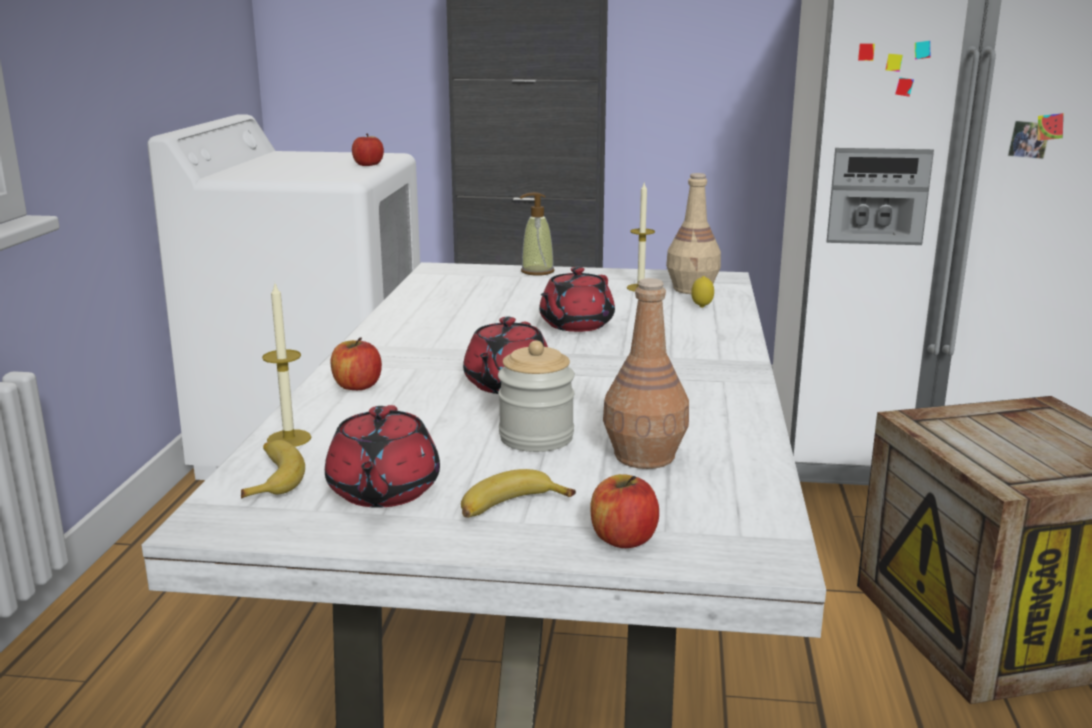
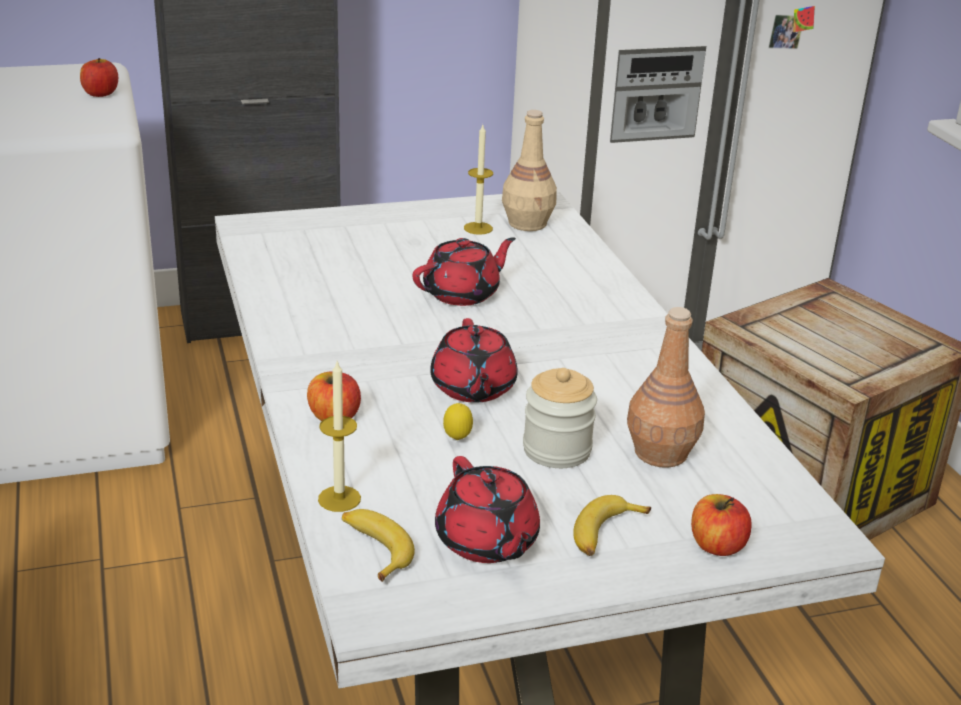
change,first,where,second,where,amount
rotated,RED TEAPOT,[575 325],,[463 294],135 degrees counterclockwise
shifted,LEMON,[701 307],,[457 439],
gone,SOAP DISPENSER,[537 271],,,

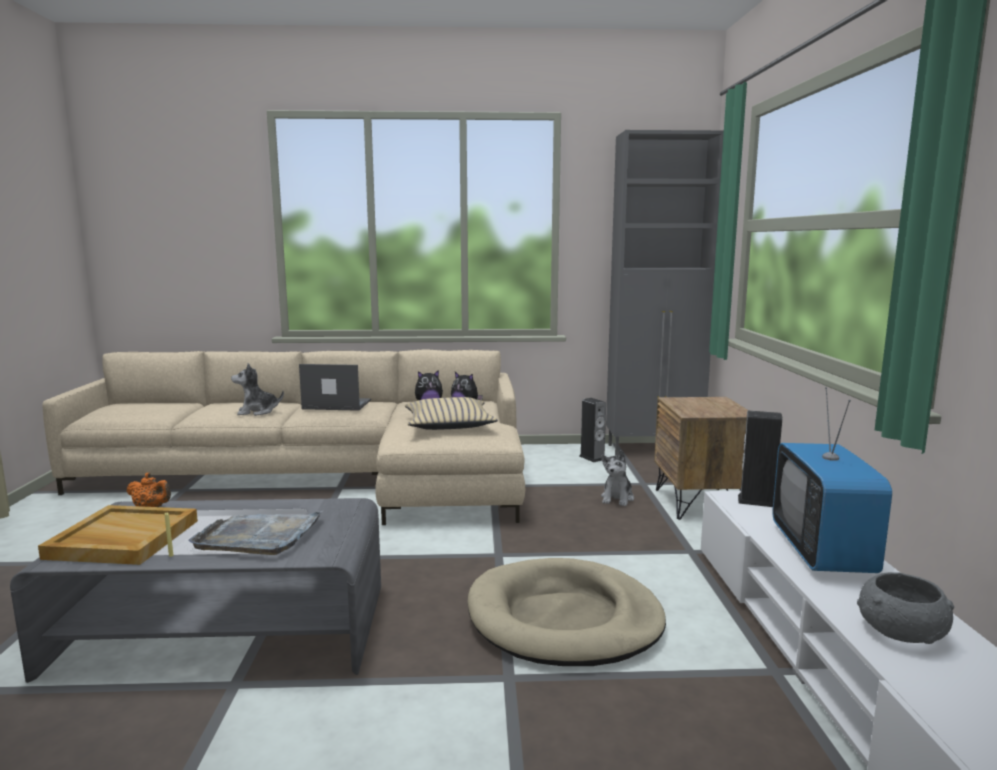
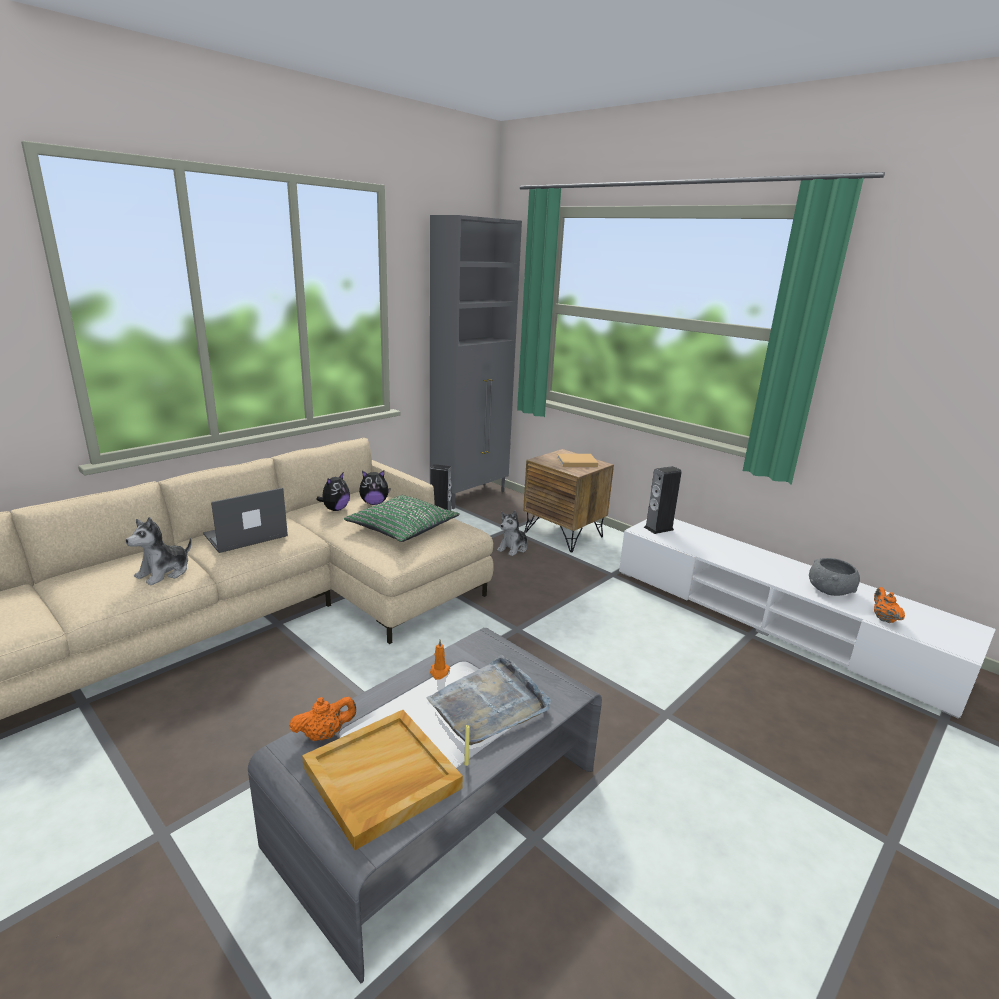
change,first,where,second,where,amount
repainted,BEIGE PILLOW,[449 424],GREEN PILLOW,[402 527],
new,,,ORANGE CANDLE,[439 672],
rotated,PLUSH TOY,[617 498],,[513 548],60 degrees clockwise
new,,,BEIGE BOOK,[575 462],
new,,,ORANGE TEAPOT,[883 618],
gone,BEIGE DOG BED,[564 619],,,
gone,TELEVISION,[822 551],,,

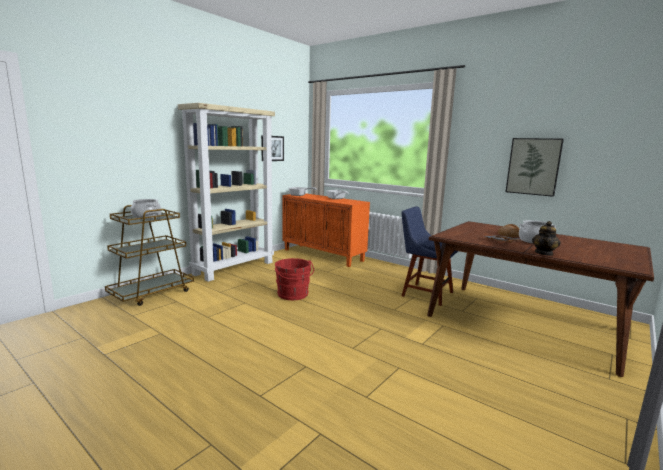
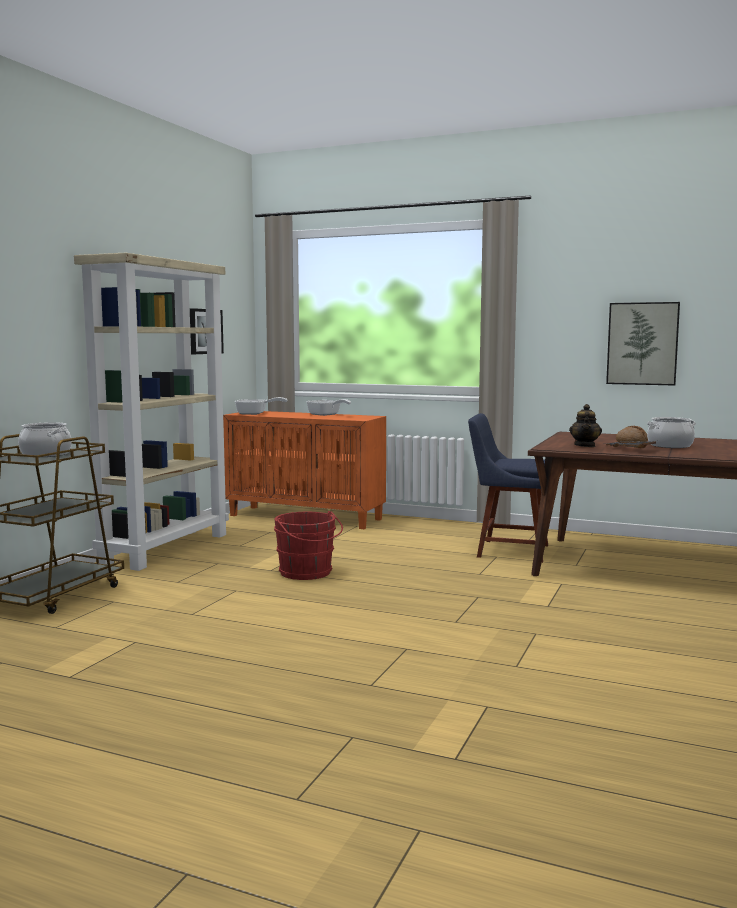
change,first,where,second,where,amount
shifted,TEAPOT,[544 253],,[585 445],

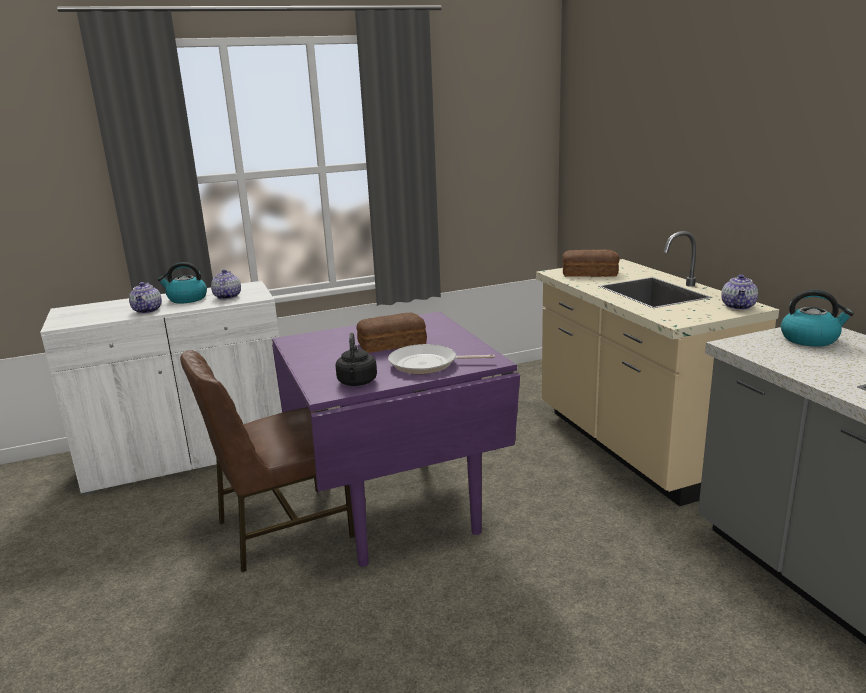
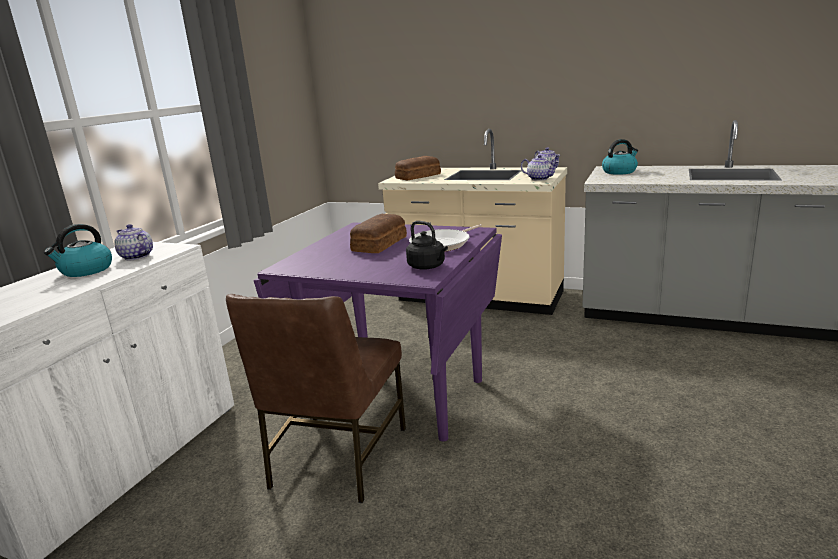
change,first,where,second,where,amount
shifted,TEAPOT,[148 310],,[540 179],

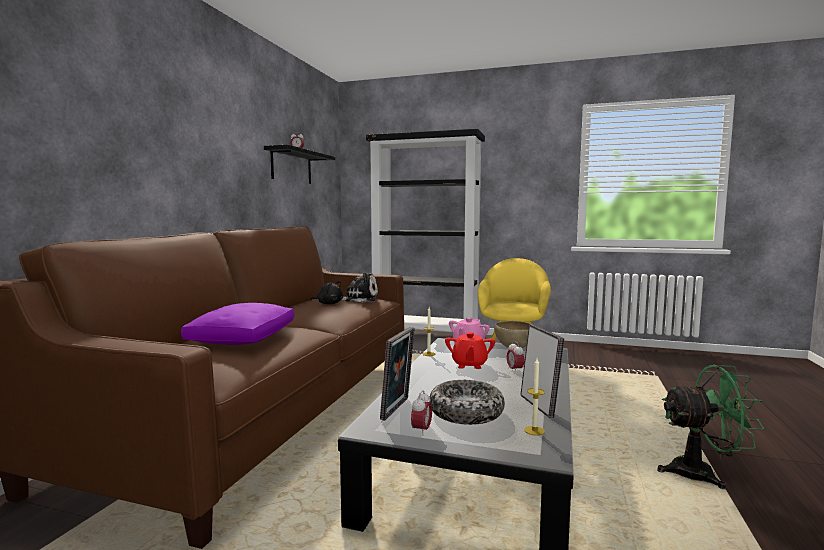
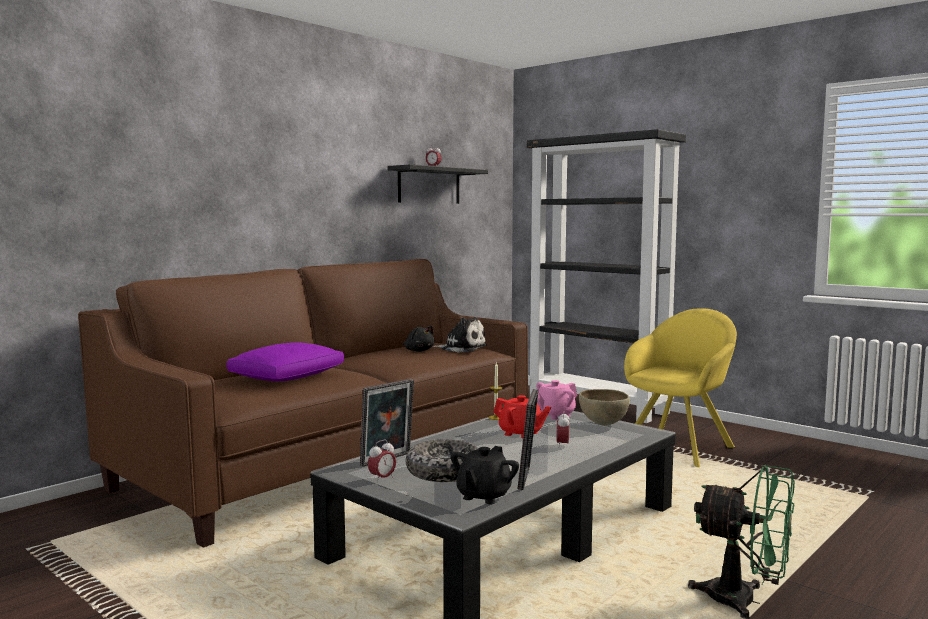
change,first,where,second,where,amount
swapped,CANDLE,[534 430],BLACK TEAPOT,[483 496],
rotated,RED TEAPOT,[469 365],,[521 433],90 degrees counterclockwise

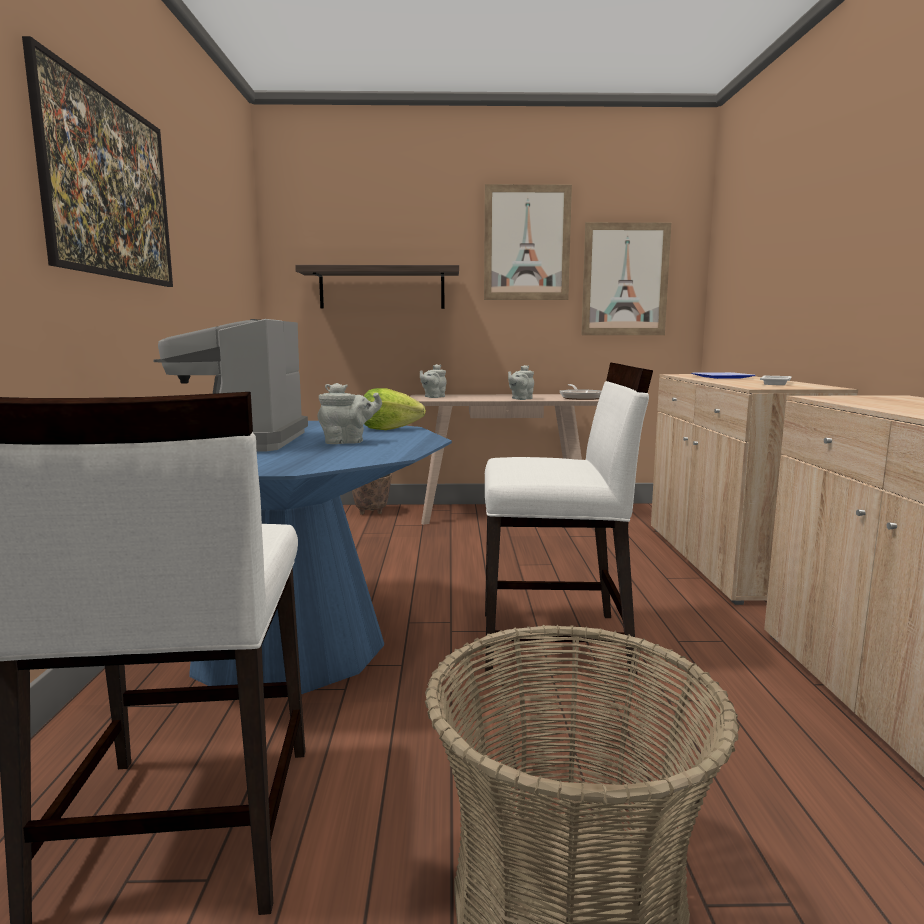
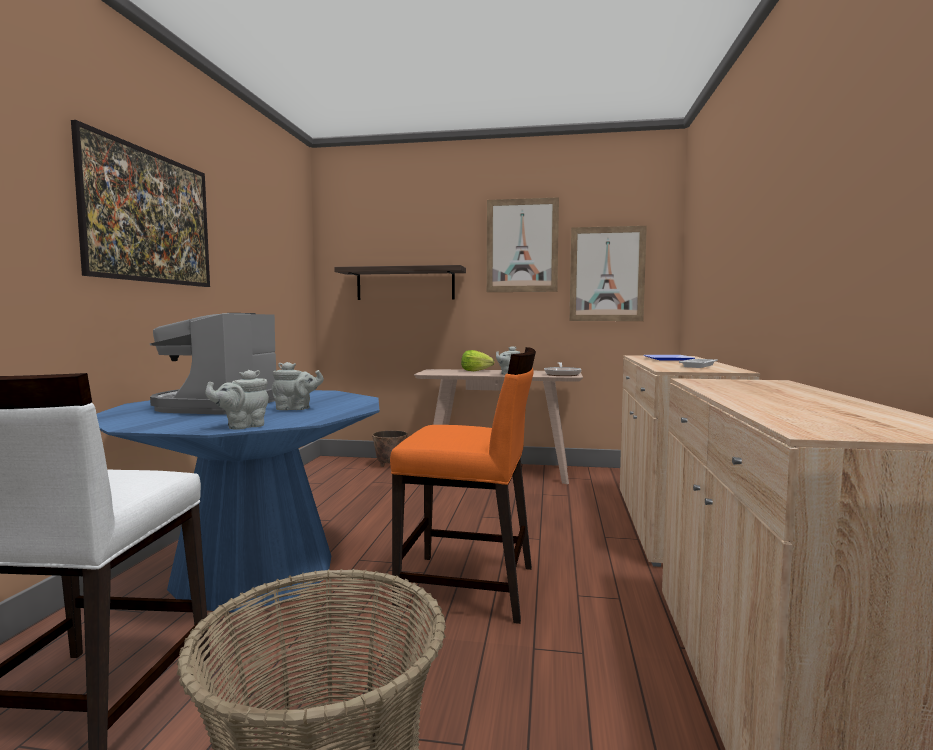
change,first,where,second,where,amount
shifted,GREY TEAPOT,[433 397],,[242 426],
repainted,WHITE CHAIR,[556 642],ORANGE CHAIR,[468 587],
shifted,LETTUCE,[389 429],,[475 371],

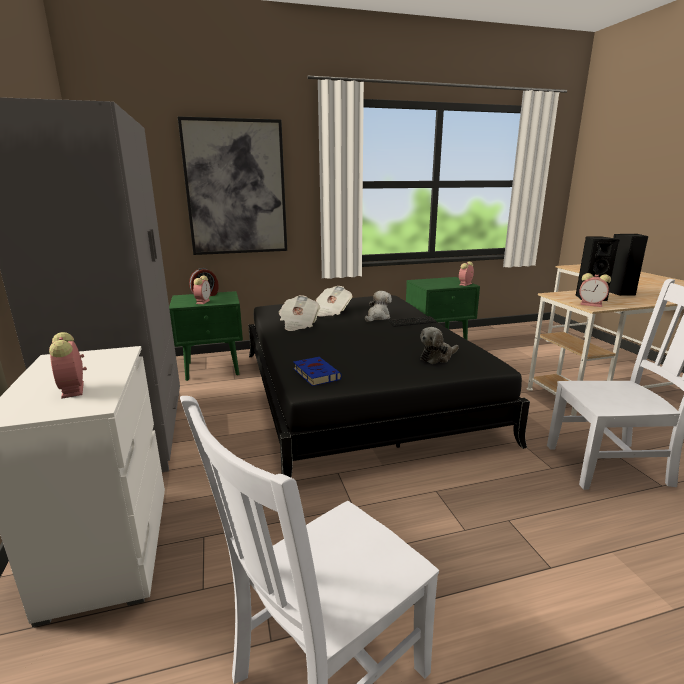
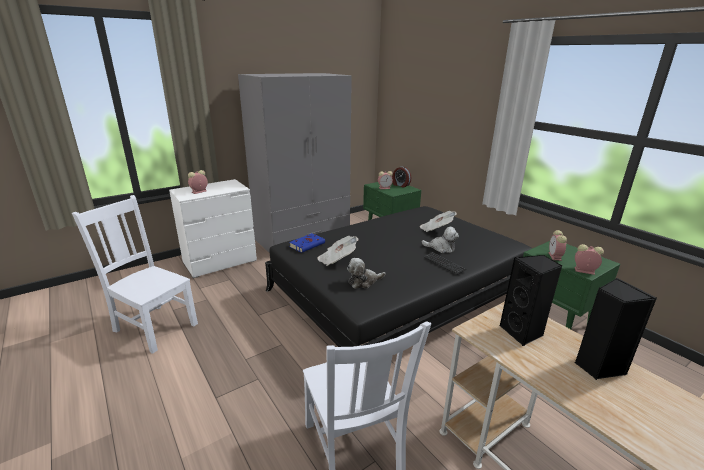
change,first,where,second,where,amount
shifted,NEWSPAPER,[298 324],,[337 259],
rotated,PLUSH TOY,[437 357],,[363 281],60 degrees counterclockwise
shifted,ALARM CLOCK,[592 304],,[555 257],
gone,PICTURE,[236 188],,,

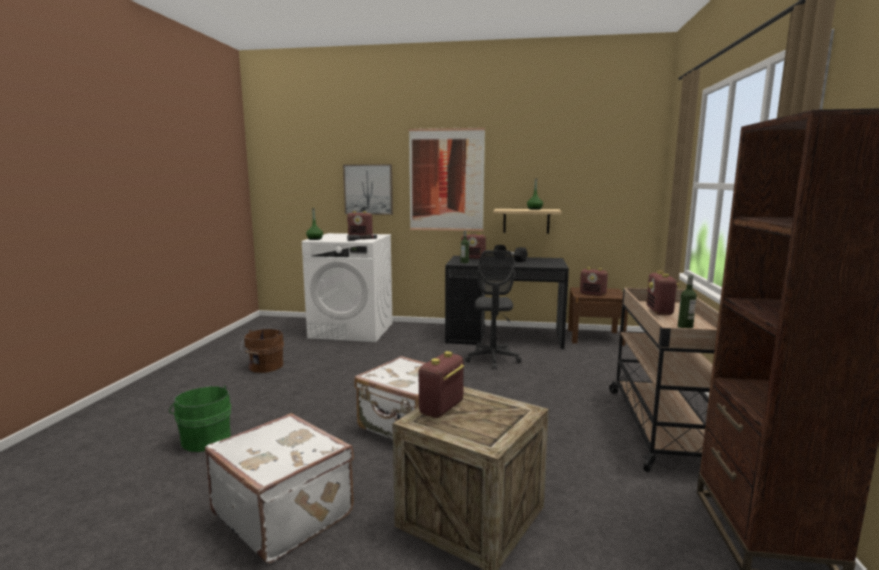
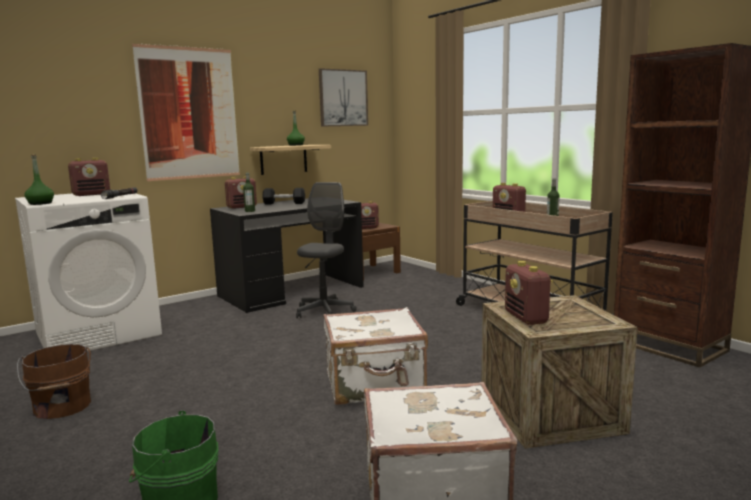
change,first,where,second,where,amount
rotated,GREY OFFICE CHAIR,[493 360],,[324 312],120 degrees counterclockwise
shifted,PICTURE,[368 189],,[343 98],

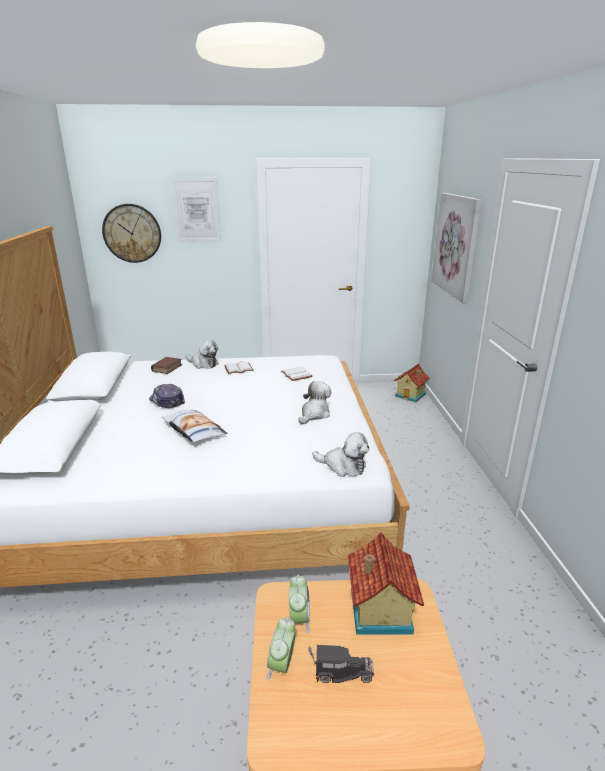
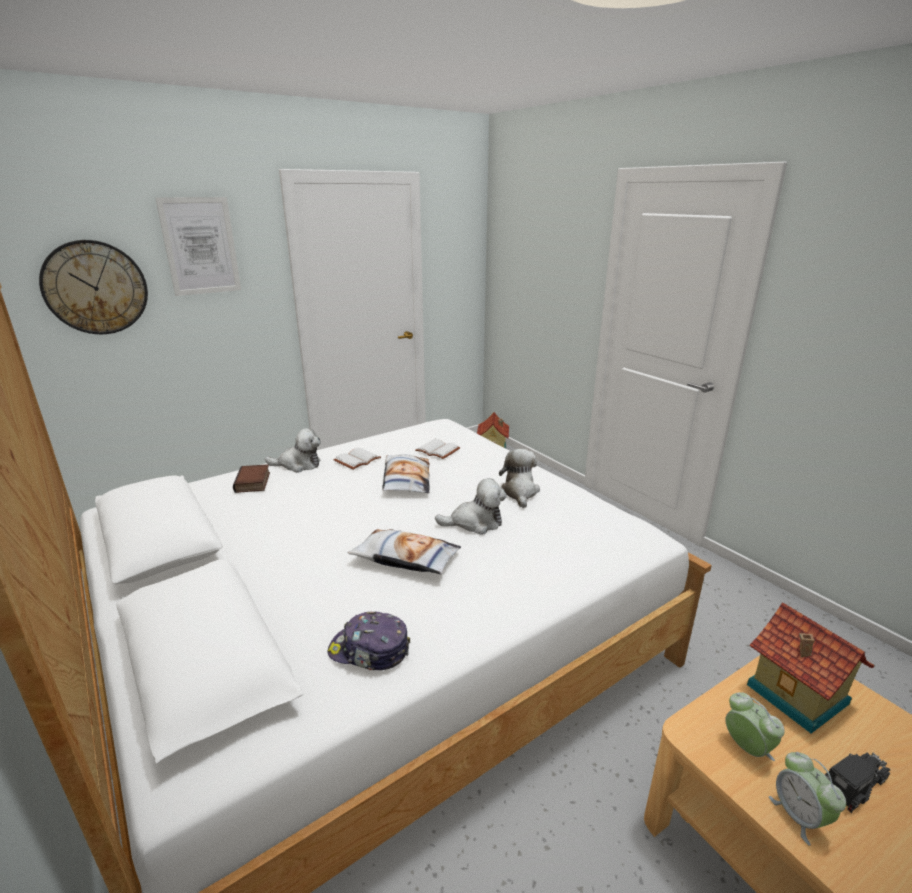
change,first,where,second,where,amount
shifted,CAP,[166 401],,[369 651],
new,,,PILLOW,[406 479],
shifted,PLUSH TOY,[343 466],,[475 523],
gone,PICTURE,[456 245],,,

